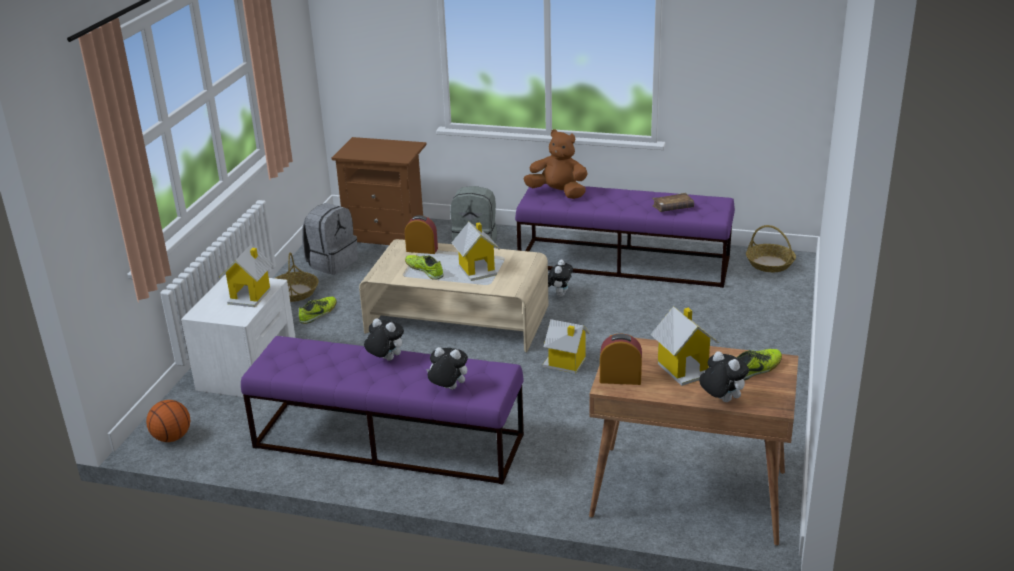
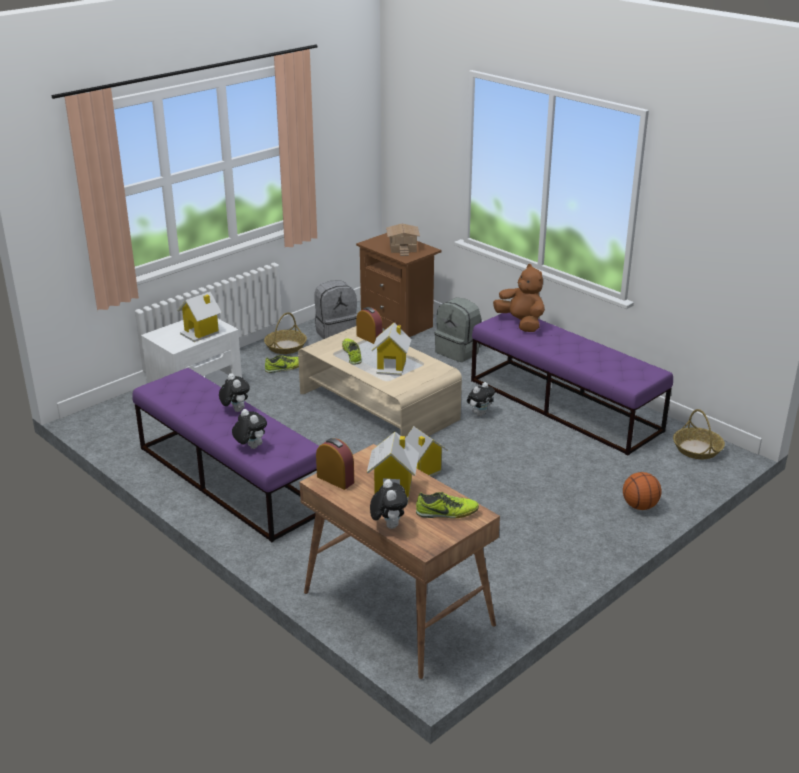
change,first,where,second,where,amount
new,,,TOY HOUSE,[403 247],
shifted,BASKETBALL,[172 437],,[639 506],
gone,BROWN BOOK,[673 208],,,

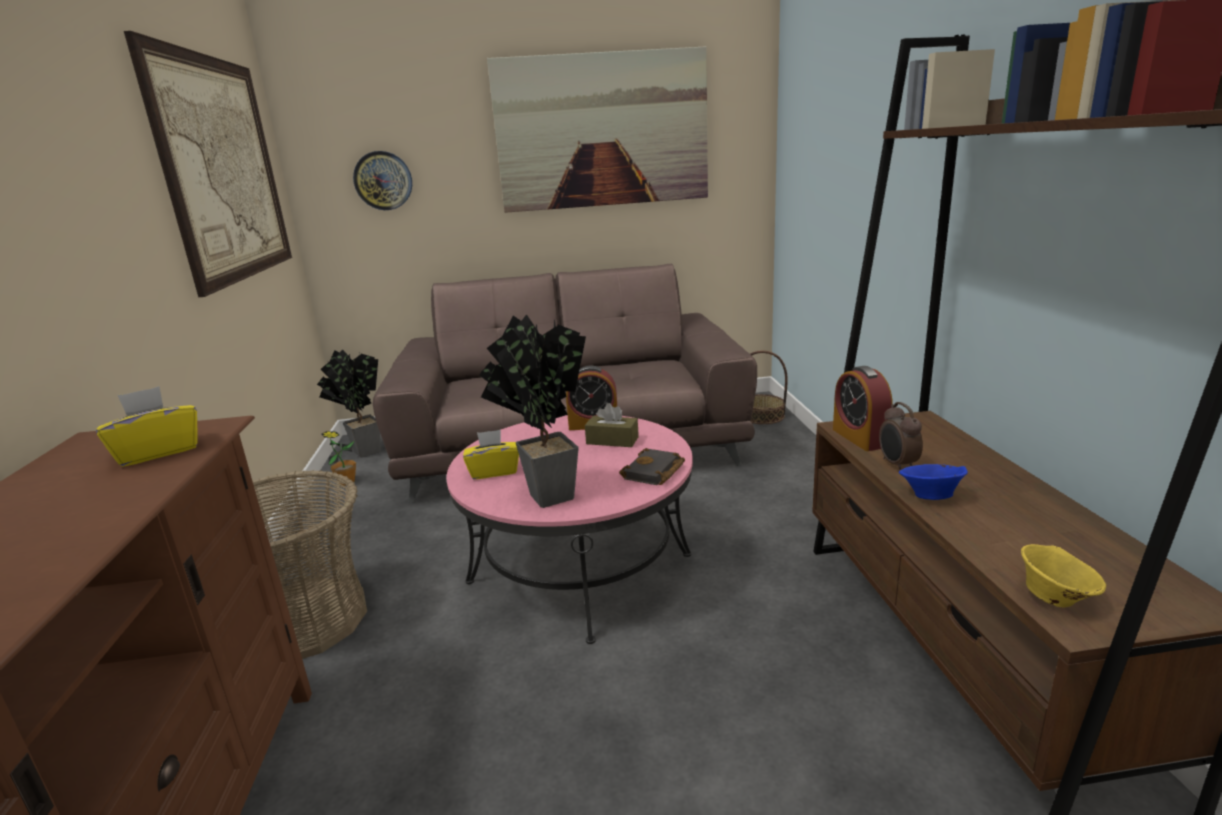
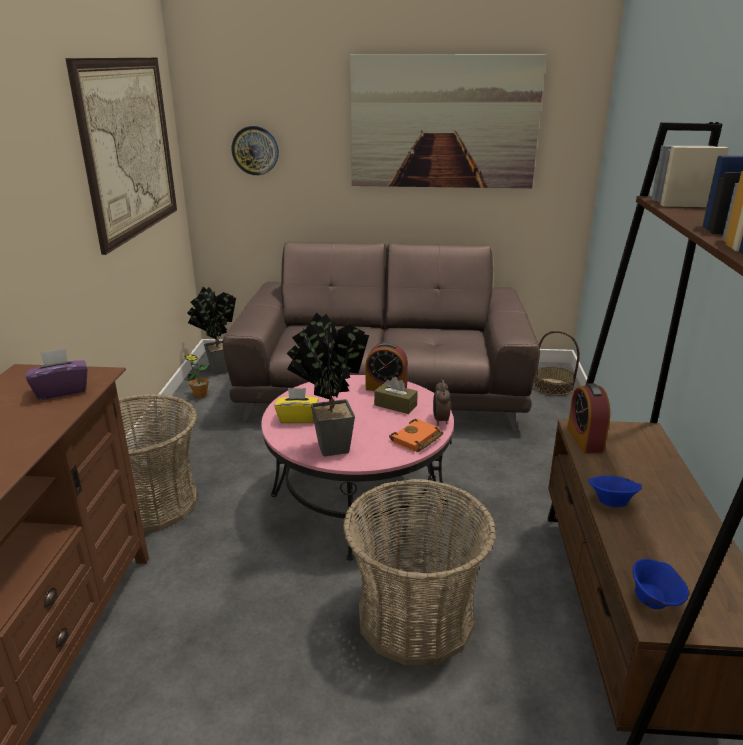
change,first,where,second,where,amount
repainted,YELLOW TISSUE BOX,[158 452],PURPLE TISSUE BOX,[61 391],
new,,,BASKET,[415 618],
repainted,BLACK BOOK,[654 472],ORANGE BOOK,[416 440],
shifted,ALARM CLOCK,[897 465],,[440 420],
repainted,YELLOW BOWL,[1054 597],BLUE BOWL,[654 600],

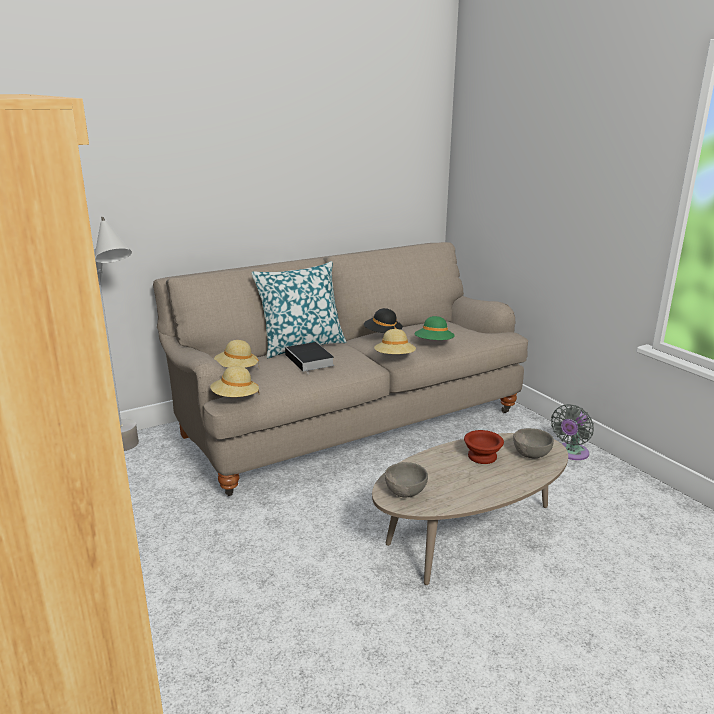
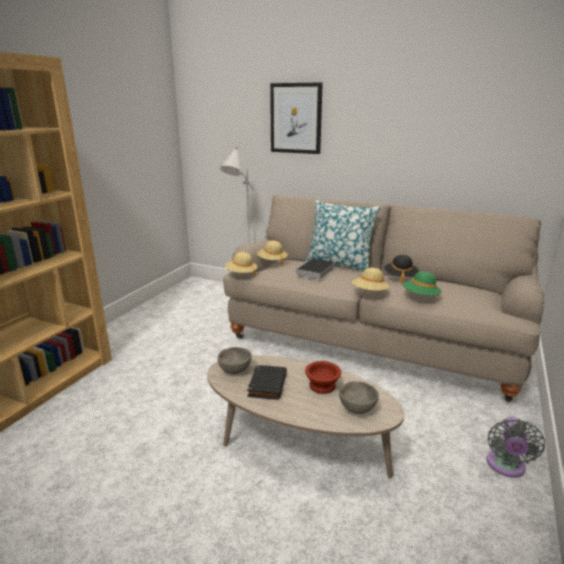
change,first,where,second,where,amount
new,,,BLACK BOOK,[267 384],
new,,,PICTURE,[296 118],
rotated,GREY FAN,[571 453],,[505 467],75 degrees counterclockwise

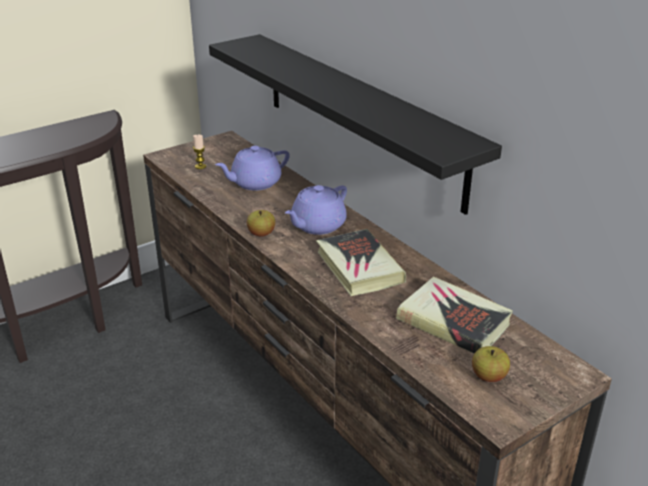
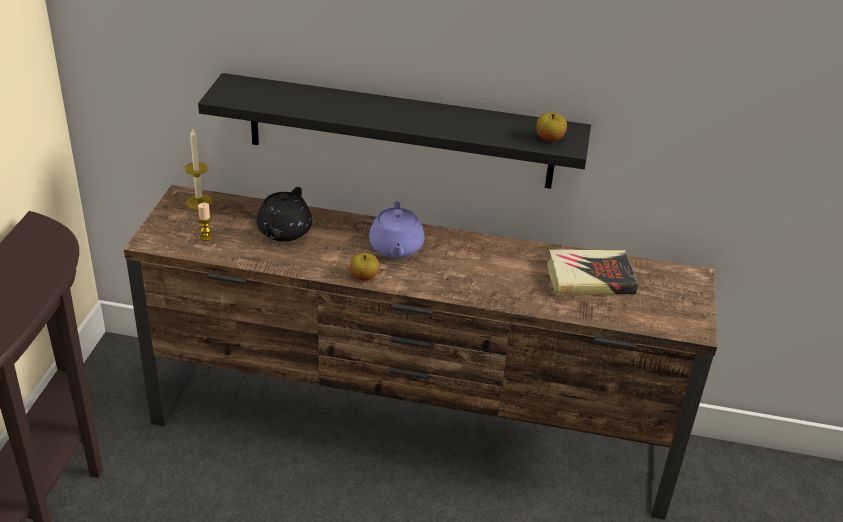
change,first,where,second,where,amount
new,,,CANDLE,[199 202],
repainted,PURPLE TEAPOT,[255 183],BLACK TEAPOT,[284 231],
shifted,APPLE,[488 376],,[549 139],
gone,BOOK,[359 267],,,

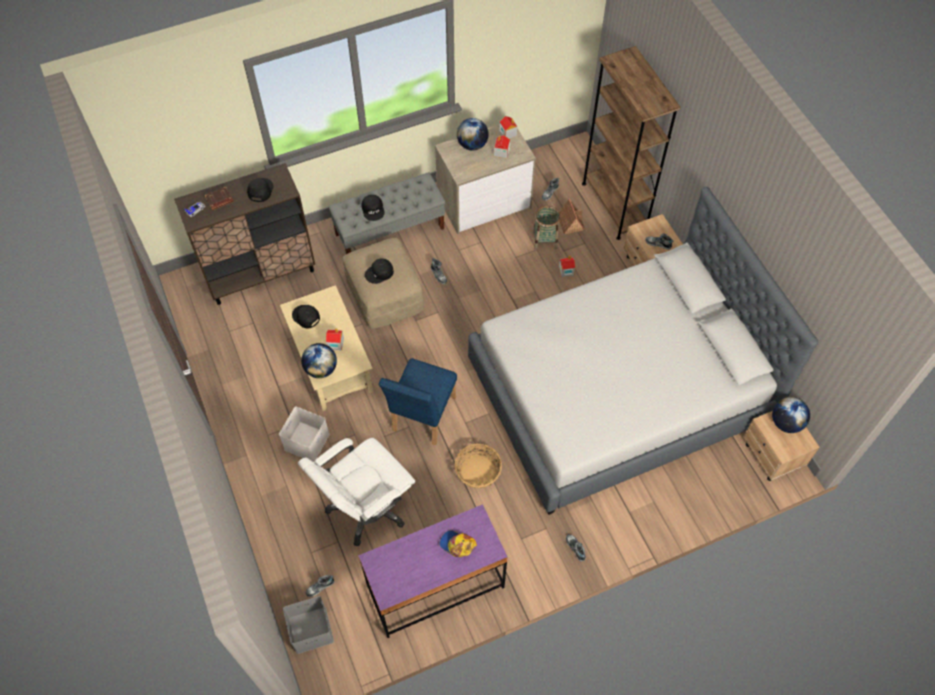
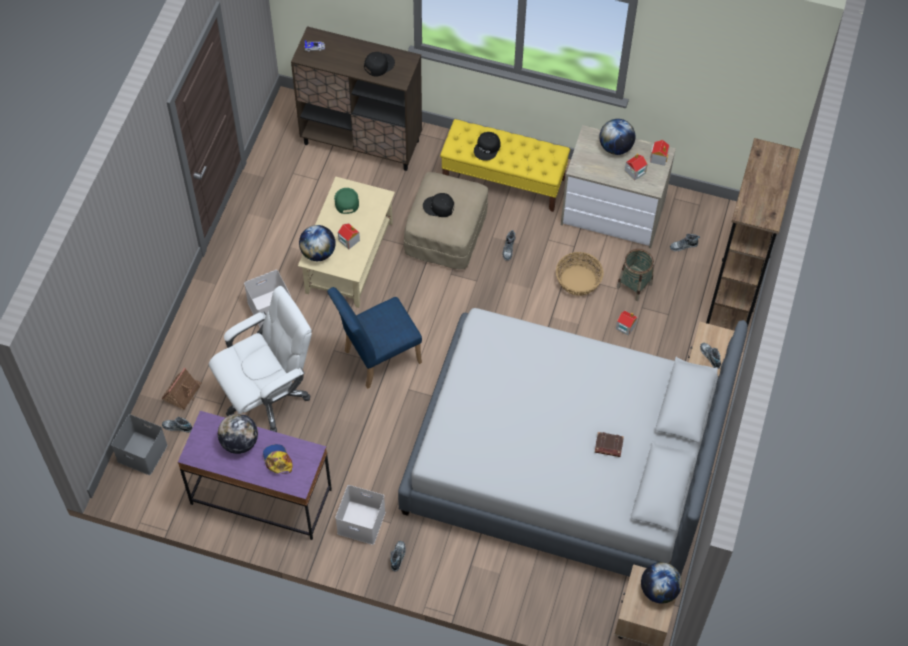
change,first,where,second,where,amount
shifted,TOY HOUSE,[570 222],,[182 392],
rotated,WHITE OFFICE CHAIR,[366 507],,[267 395],150 degrees clockwise
new,,,GLOBE,[239 442],
repainted,BLACK CAP,[305 317],GREEN CAP,[346 201],
new,,,WHITE STORAGE BOX,[360 523],
repainted,GREY BENCH,[390 231],YELLOW BENCH,[504 180],
shifted,BASKET,[477 472],,[578 280],
shifted,BROWN BOOK,[219 200],,[608 446],

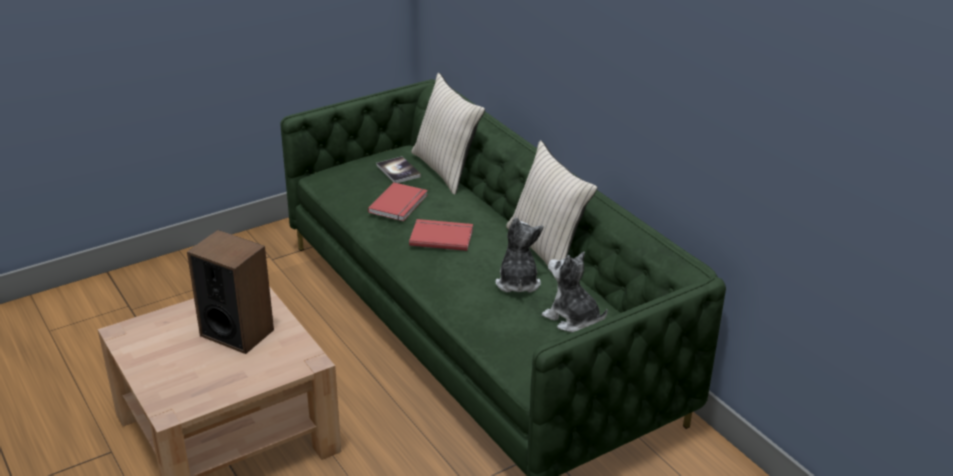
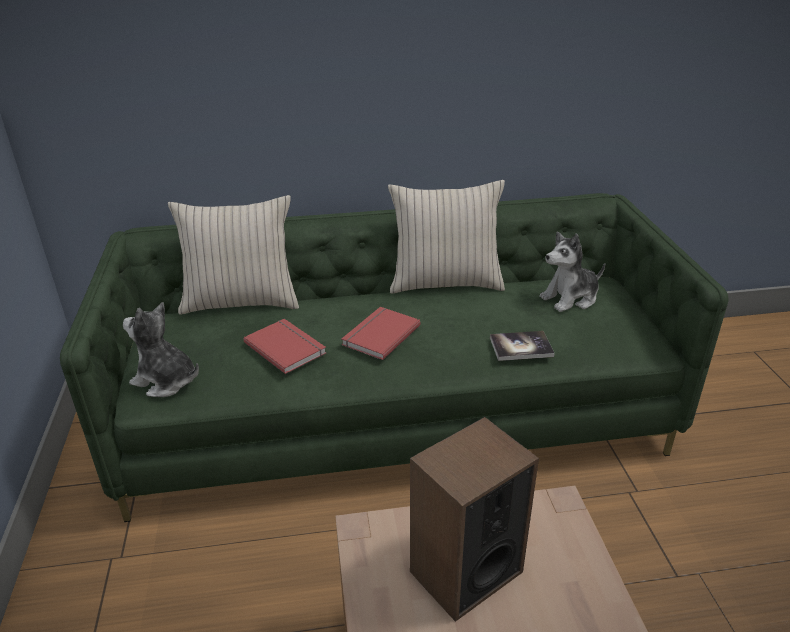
change,first,where,second,where,amount
shifted,PLUSH TOY,[517 282],,[166 381],
shifted,BOOK,[398 171],,[521 347],

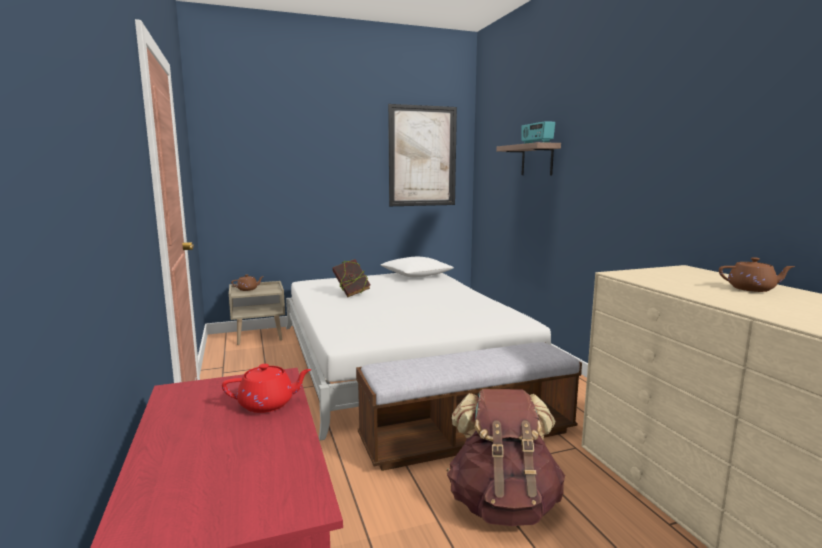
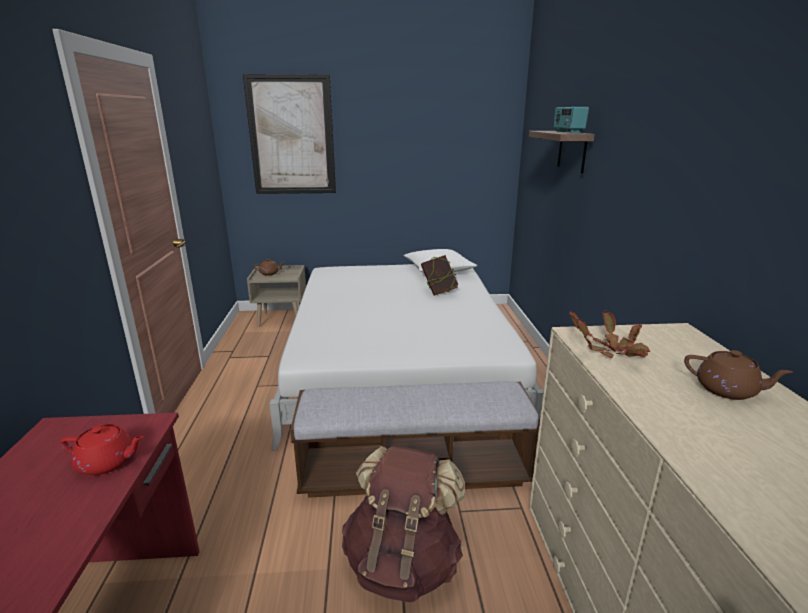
change,first,where,second,where,amount
shifted,PICTURE,[422 156],,[291 136],
shifted,BOOK,[351 294],,[439 291],
new,,,POTTED PLANT,[611 351],

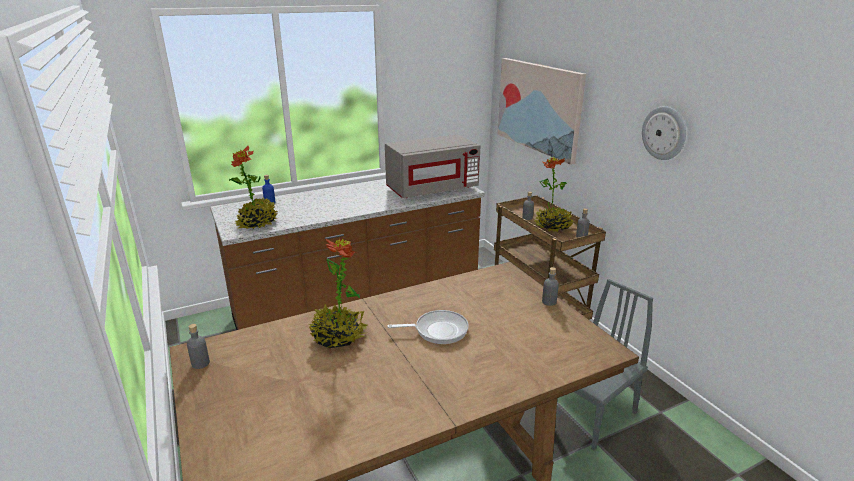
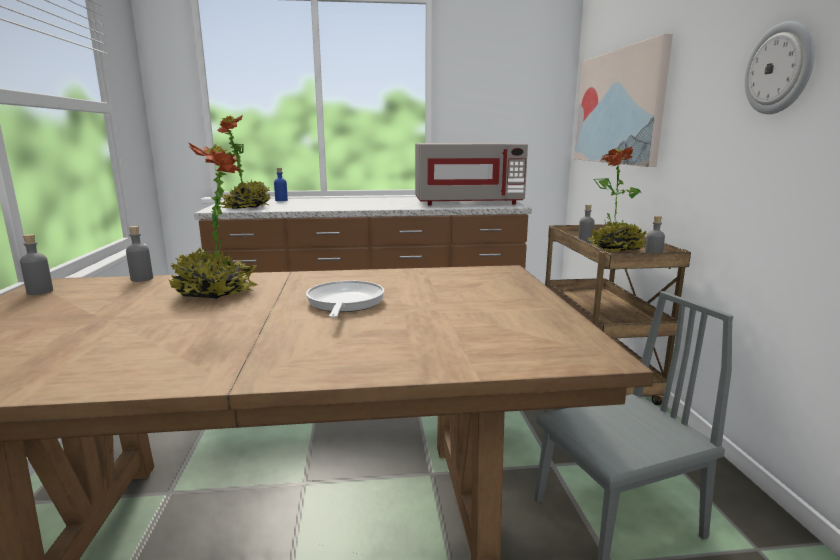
change,first,where,second,where,amount
shifted,GREY BOTTLE,[549 302],,[142 279],
rotated,FRYING PAN,[438 330],,[344 303],105 degrees counterclockwise

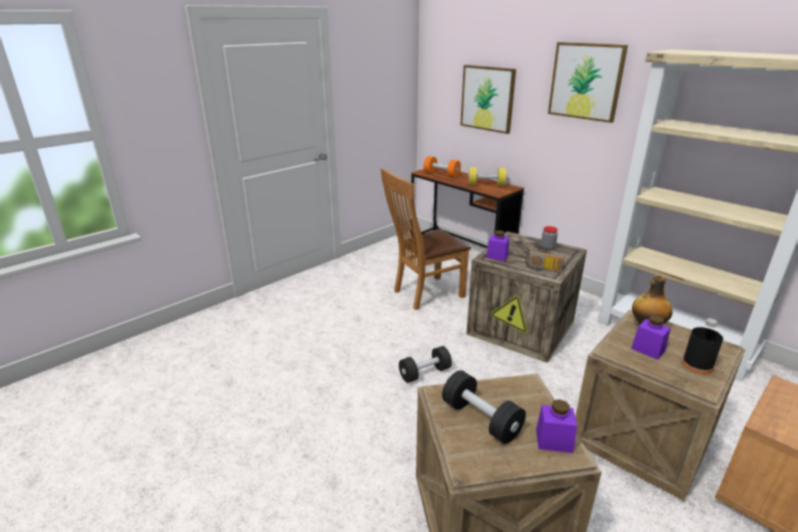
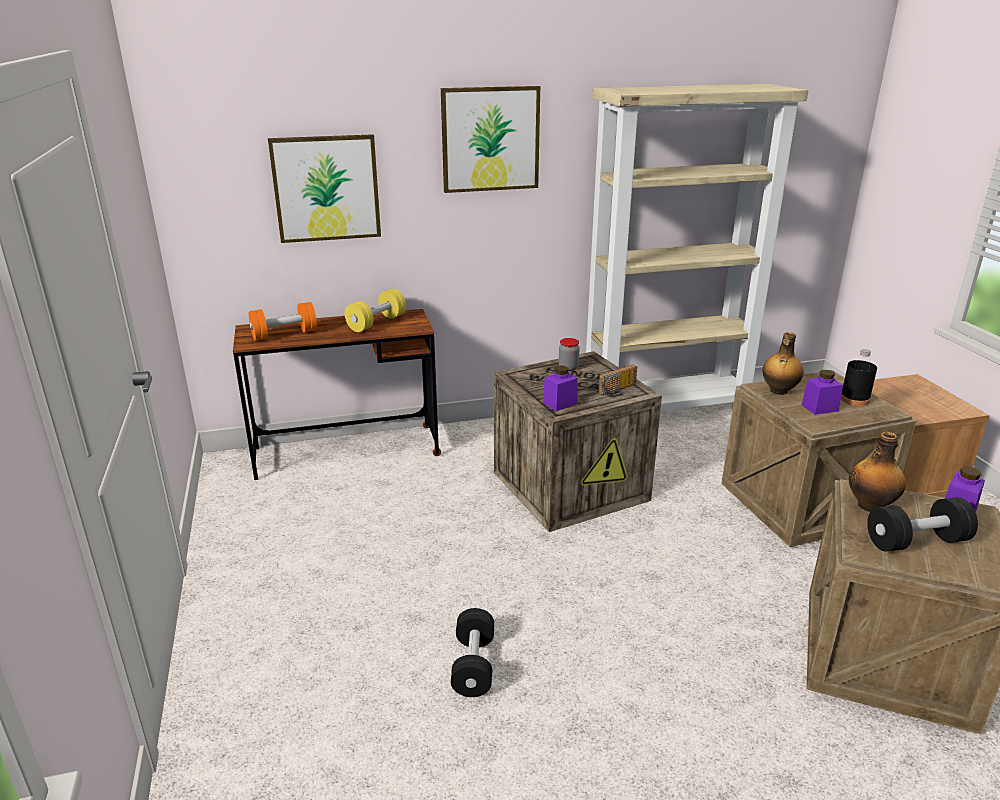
change,first,where,second,where,amount
shifted,BLACK DUMBBELL,[425 373],,[473 665],
new,,,BOTTLE,[871 506],
gone,BROWN CHAIR,[424 294],,,

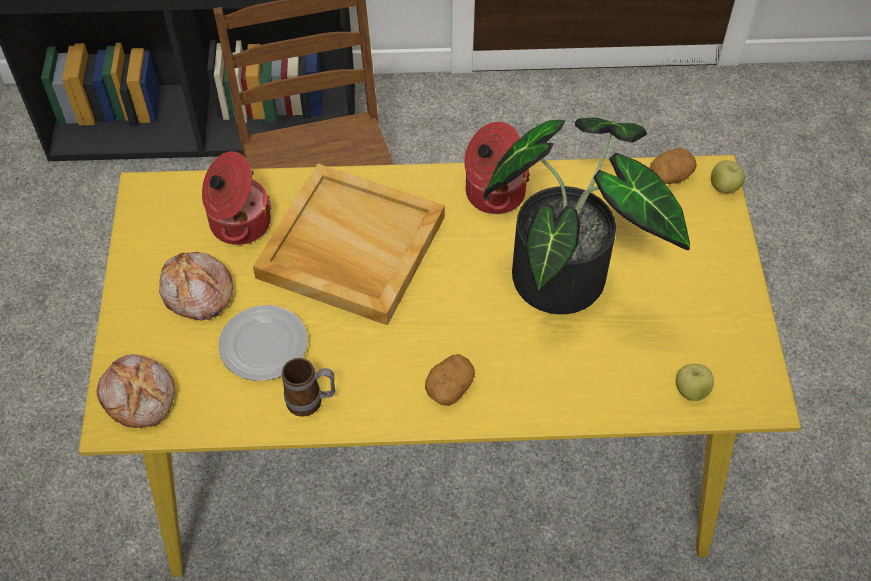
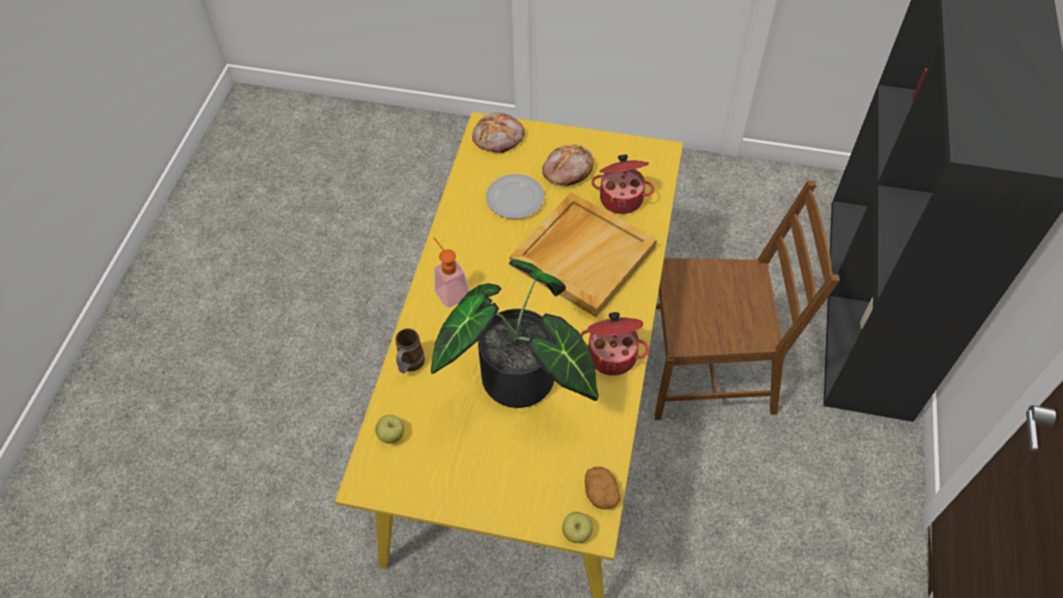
change,first,where,second,where,amount
shifted,MUG,[311 402],,[409 365],
swapped,POTATO,[449 386],SOAP DISPENSER,[449 290],

